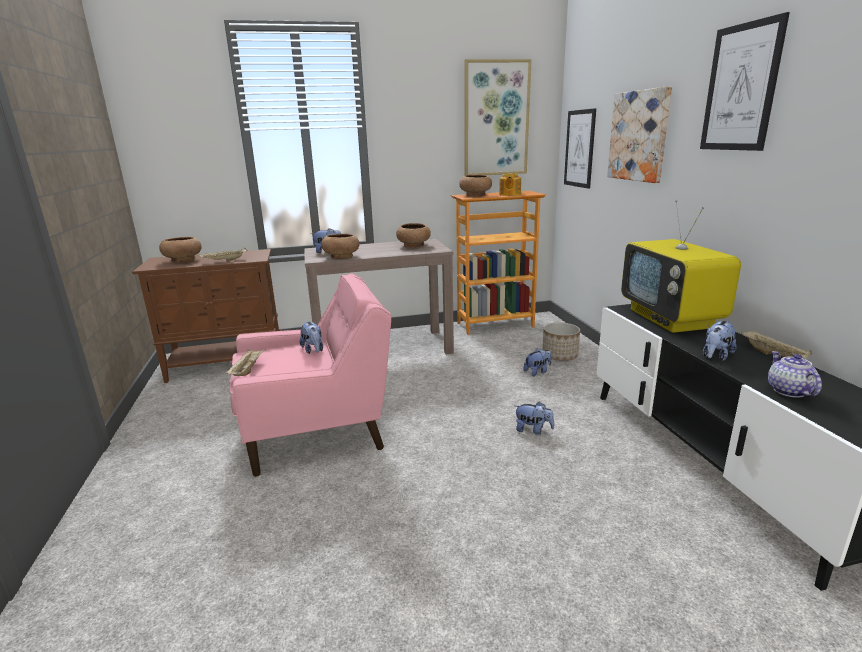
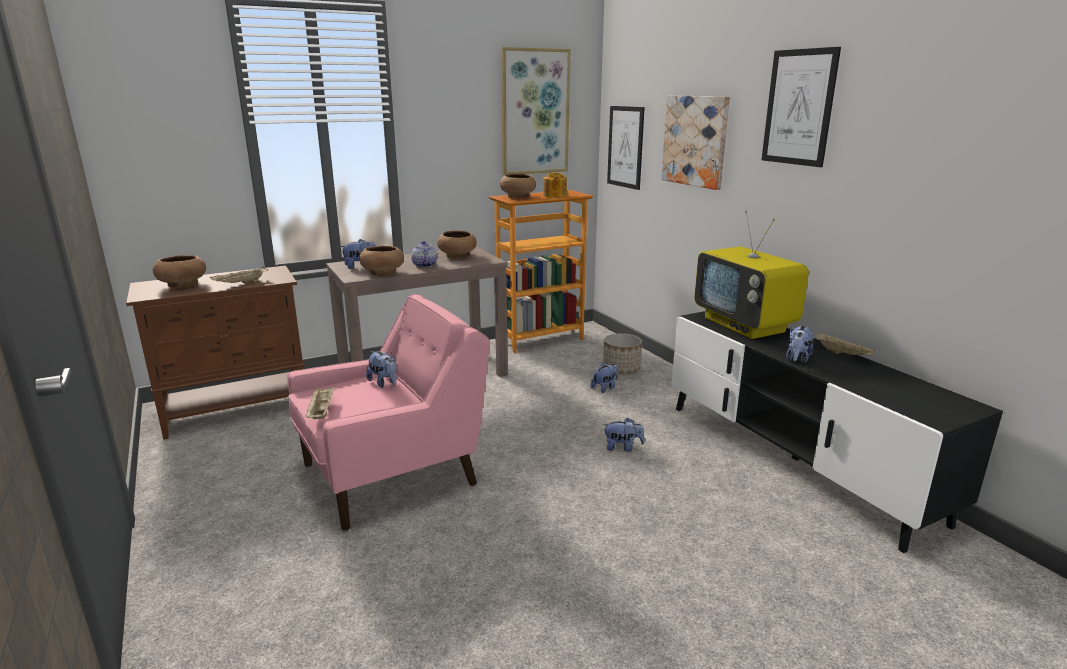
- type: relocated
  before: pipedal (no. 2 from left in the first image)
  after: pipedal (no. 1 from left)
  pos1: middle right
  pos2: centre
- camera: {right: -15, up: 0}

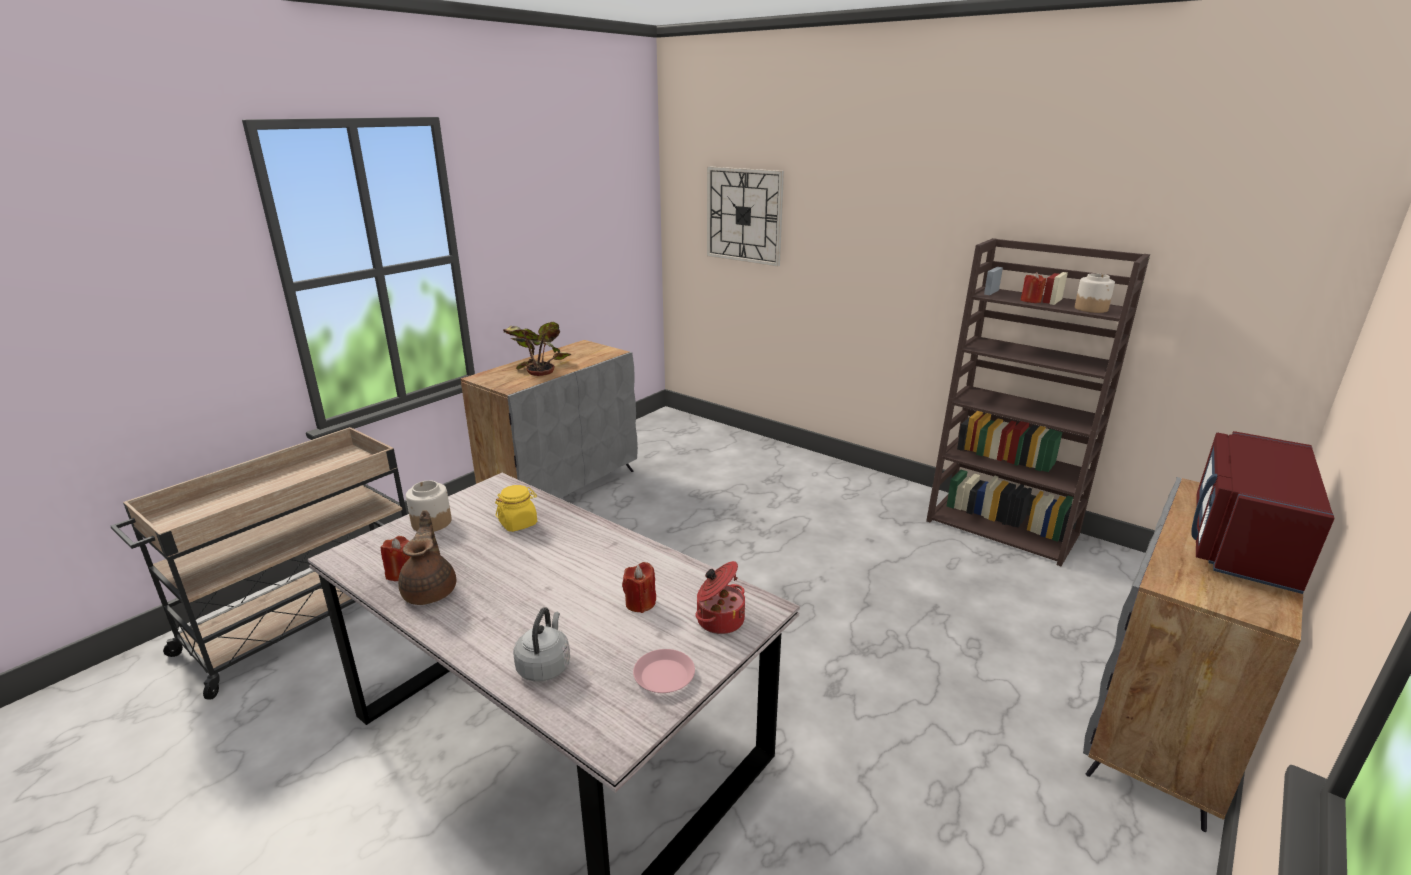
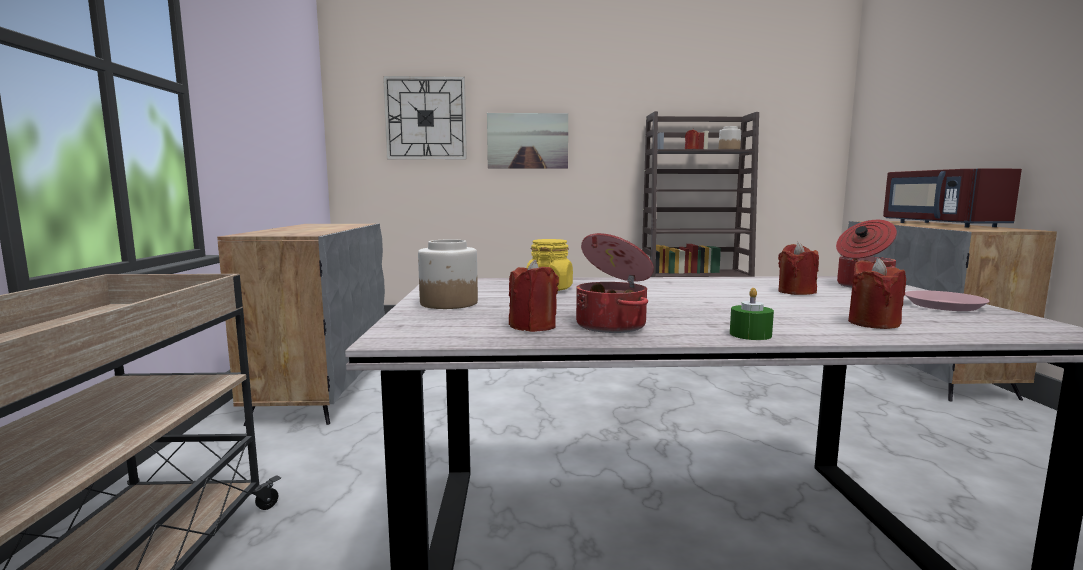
- type: exchanged
  before: brown pipedal
  after: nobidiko (no. 1 from left)
  pos1: middle left
  pos2: centre
- type: missing
  before: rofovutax
  pos1: centre
- type: exchanged
  before: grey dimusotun
  after: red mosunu (no. 4 from left)
  pos1: bottom centre
  pos2: middle right
- type: appeared
  after: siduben
  pos2: top centre
- type: appeared
  after: green mosunu
  pos2: middle right
- camera: {right: -40, up: -15}

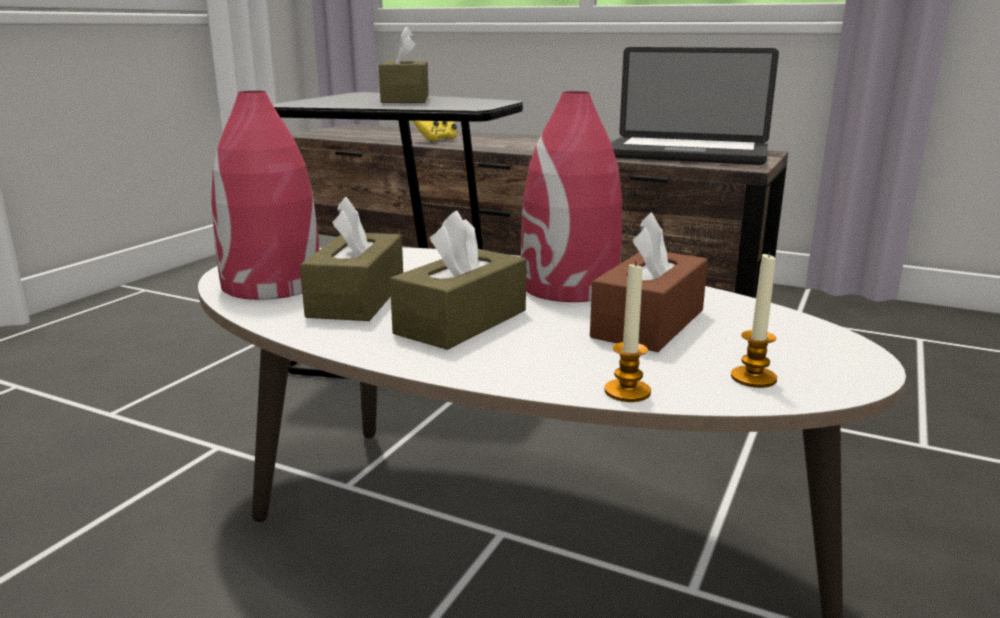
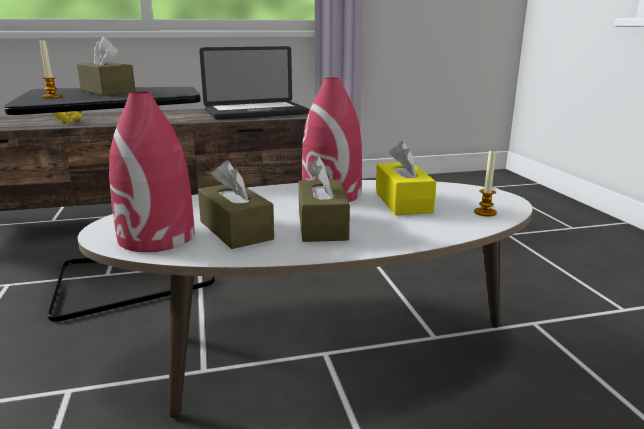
- type: colour
  before: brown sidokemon (no. 4 from left)
  after: yellow sidokemon
  pos1: centre
  pos2: centre
- type: relocated
  before: mosunu (no. 1 from left)
  pos1: centre
  pos2: top left
- camera: {right: -40, up: 0}

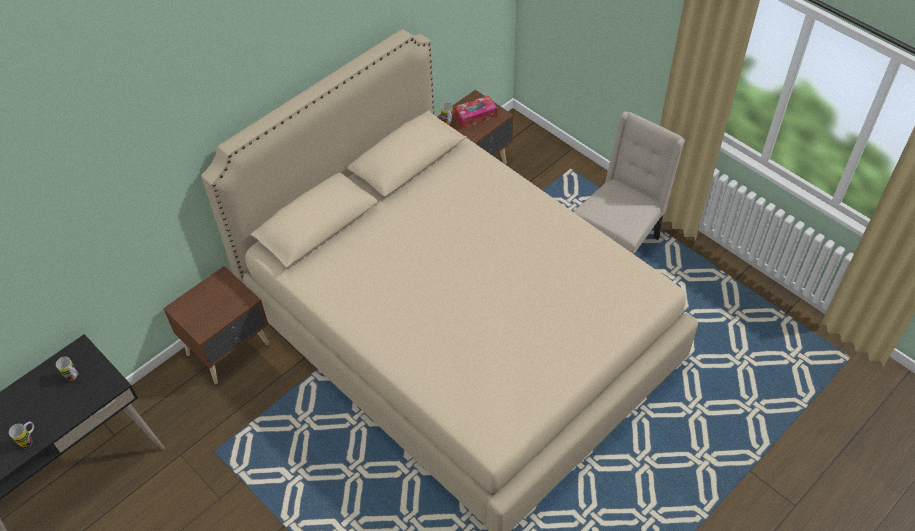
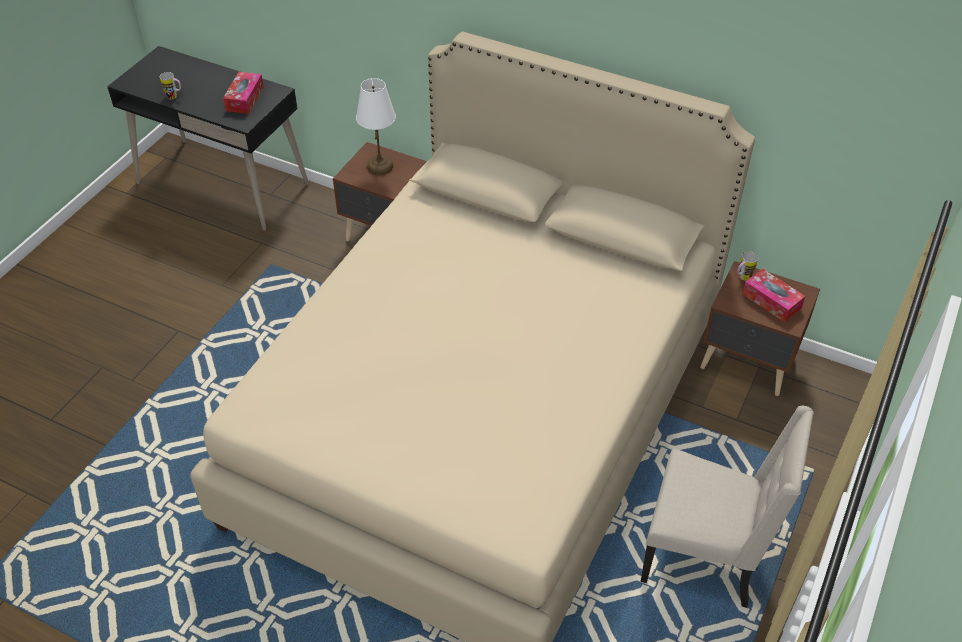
- type: exchanged
  before: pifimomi (no. 2 from left)
  after: sidokemon (no. 1 from left)
  pos1: bottom left
  pos2: top left
- type: appeared
  after: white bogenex
  pos2: top centre
- camera: {right: 70, up: -5}

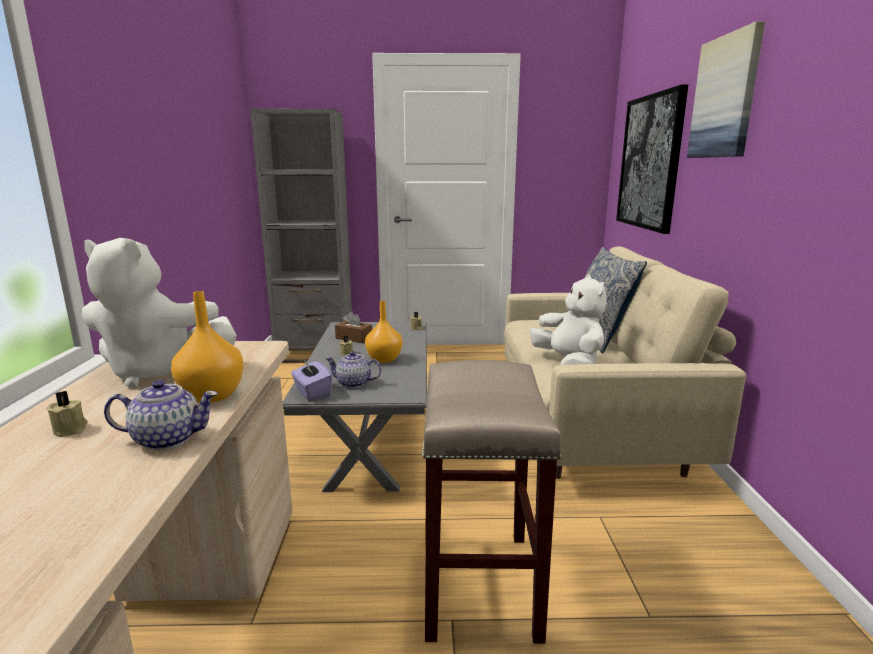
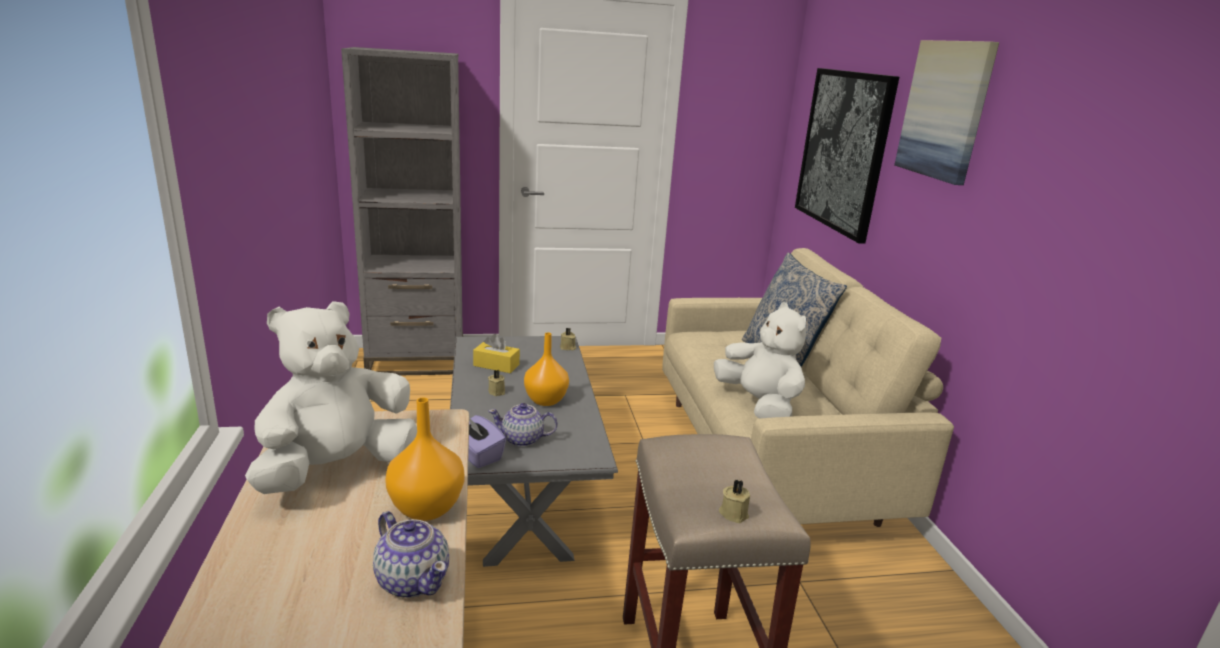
- type: relocated
  before: beige mosunu (no. 1 from left in the first image)
  after: beige mosunu (no. 3 from left)
  pos1: middle left
  pos2: bottom centre
- type: spun
  before: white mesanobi (no. 1 from left)
  pos1: middle left
  pos2: middle left
  turn: 135
- type: spun
  before: pipedal (no. 1 from left)
  pos1: middle left
  pos2: bottom centre
  turn: 60
- type: colour
  before: brown sidokemon
  after: yellow sidokemon
  pos1: centre
  pos2: centre
- camera: {right: -10, up: 5}

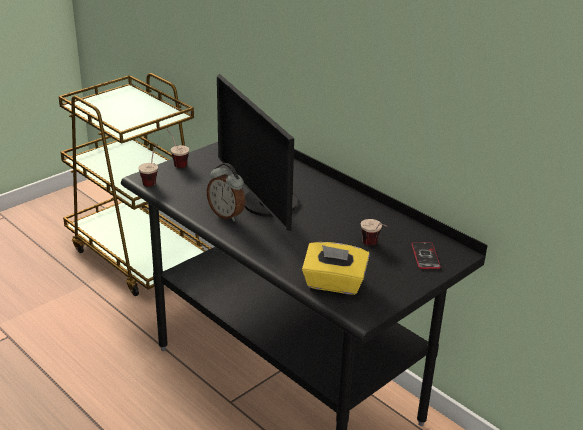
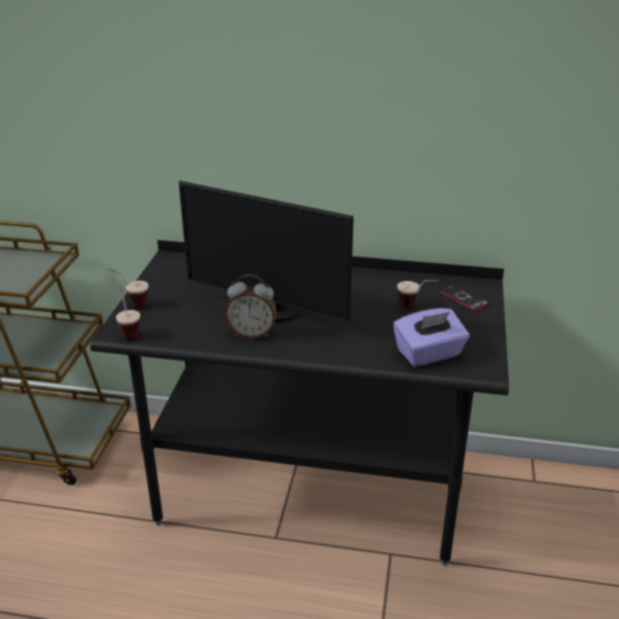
- type: colour
  before: yellow sidokemon
  after: purple sidokemon
  pos1: centre
  pos2: middle right
- camera: {right: -35, up: 0}

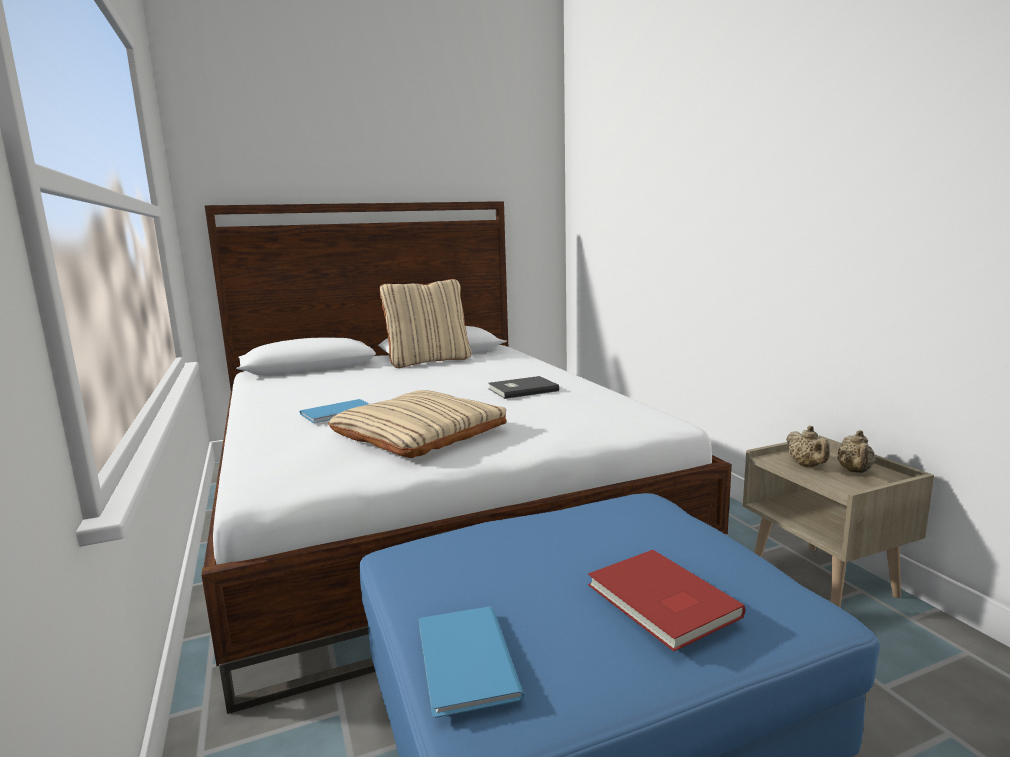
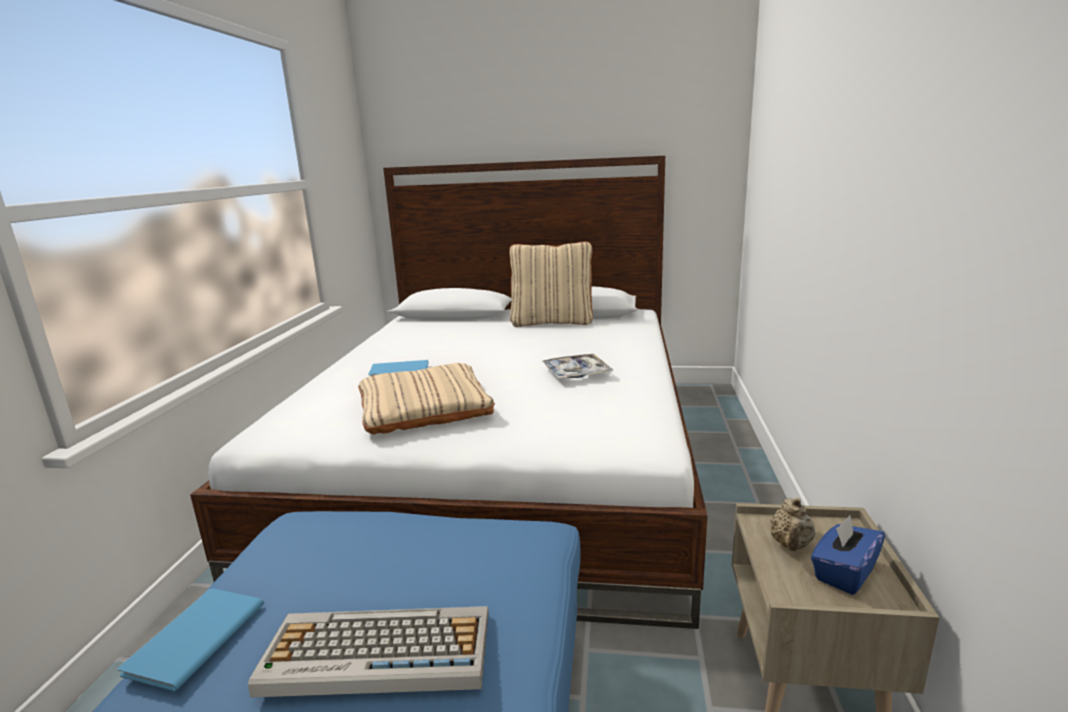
- type: exchanged
  before: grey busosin
  after: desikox
  pos1: centre
  pos2: centre
- type: exchanged
  before: red busosin
  after: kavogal
  pos1: bottom centre
  pos2: bottom centre
- type: exchanged
  before: beige pipedal (no. 2 from left)
  after: blue sidokemon
  pos1: middle right
  pos2: bottom right
- camera: {right: 30, up: 5}

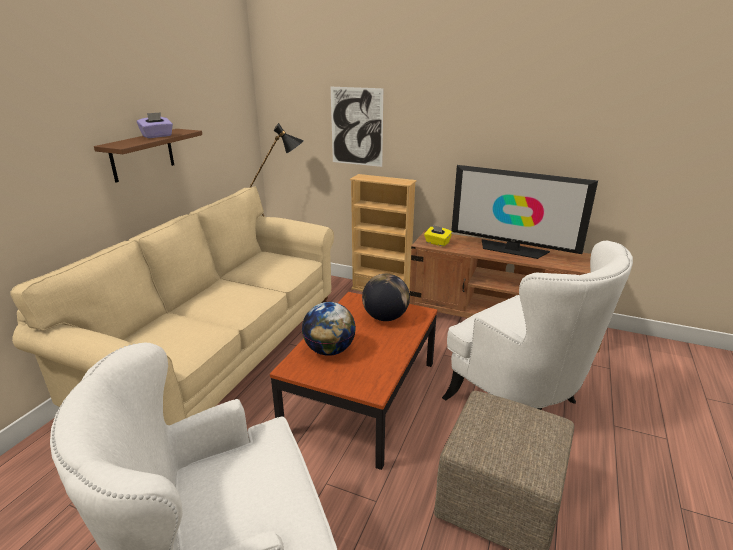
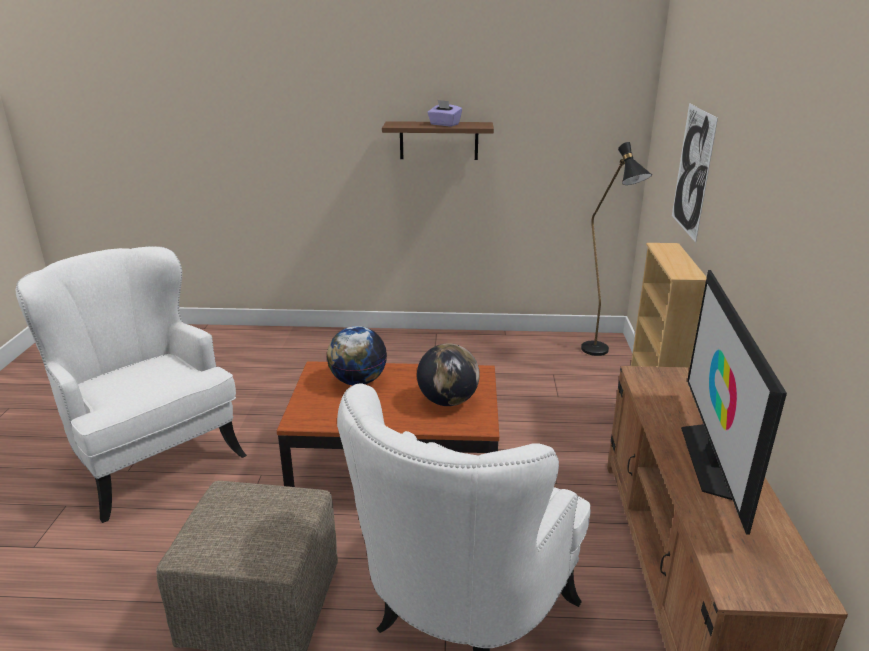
- type: missing
  before: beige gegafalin
  pos1: middle left
- type: missing
  before: yellow sidokemon
  pos1: centre
- camera: {right: 70, up: 0}

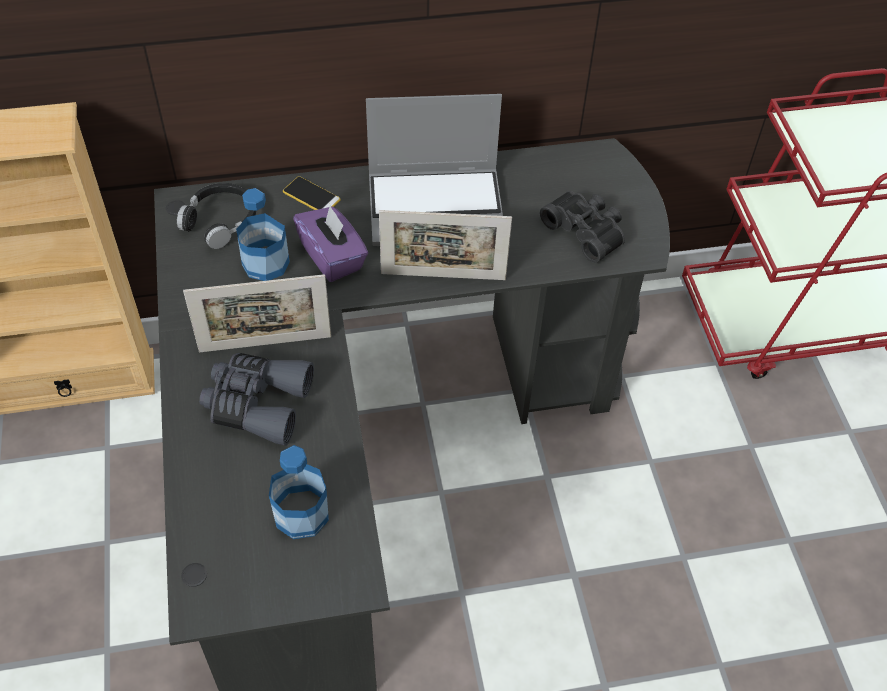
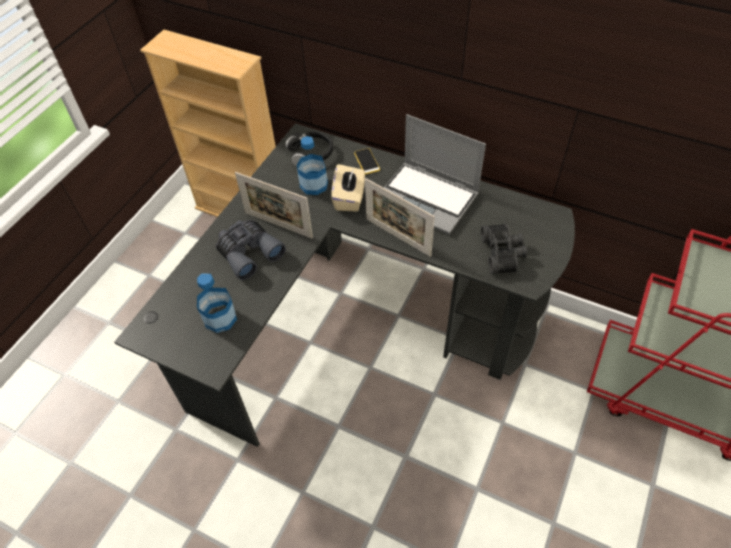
- type: colour
  before: purple sidokemon
  after: beige sidokemon
  pos1: centre
  pos2: centre
- camera: {right: 40, up: 0}

